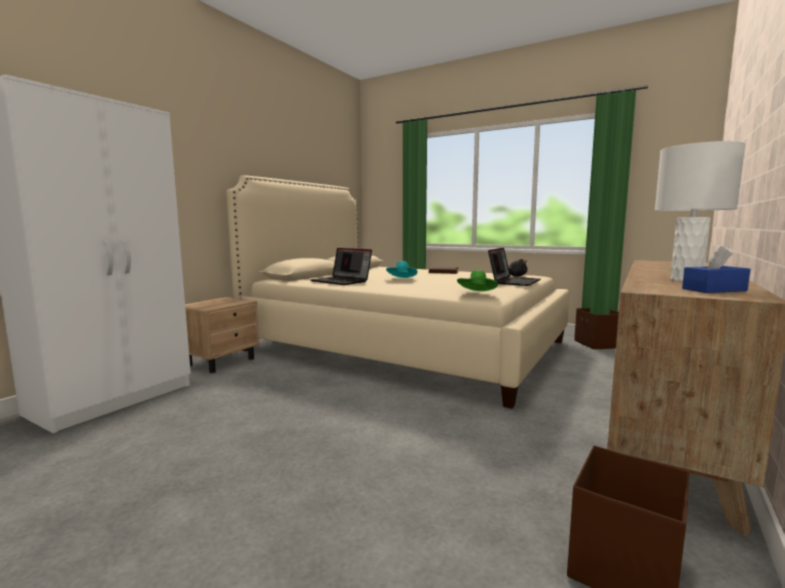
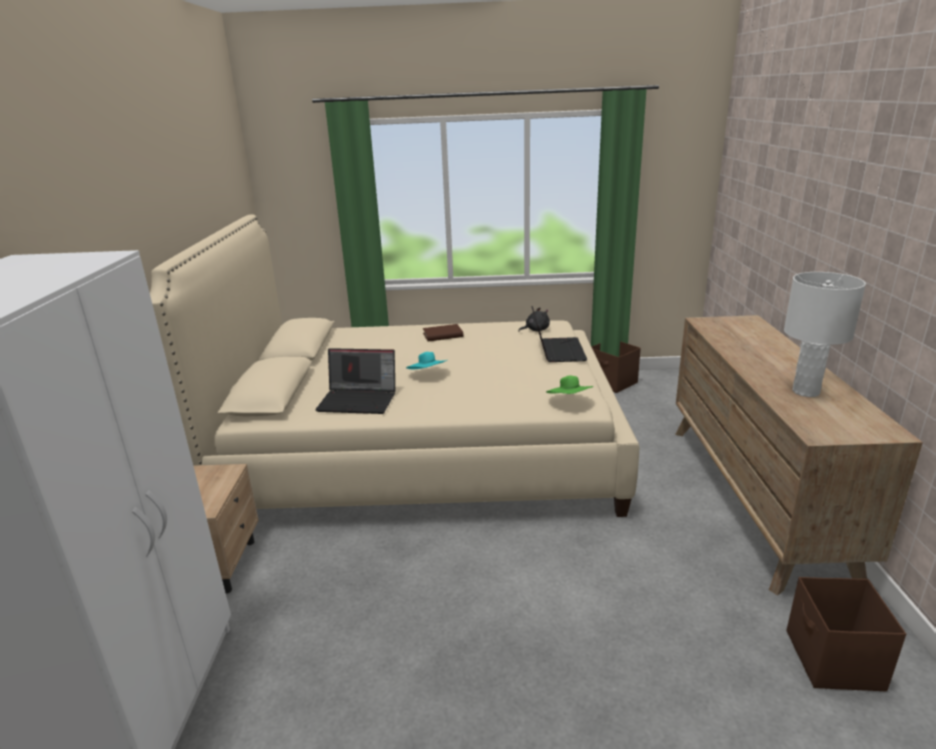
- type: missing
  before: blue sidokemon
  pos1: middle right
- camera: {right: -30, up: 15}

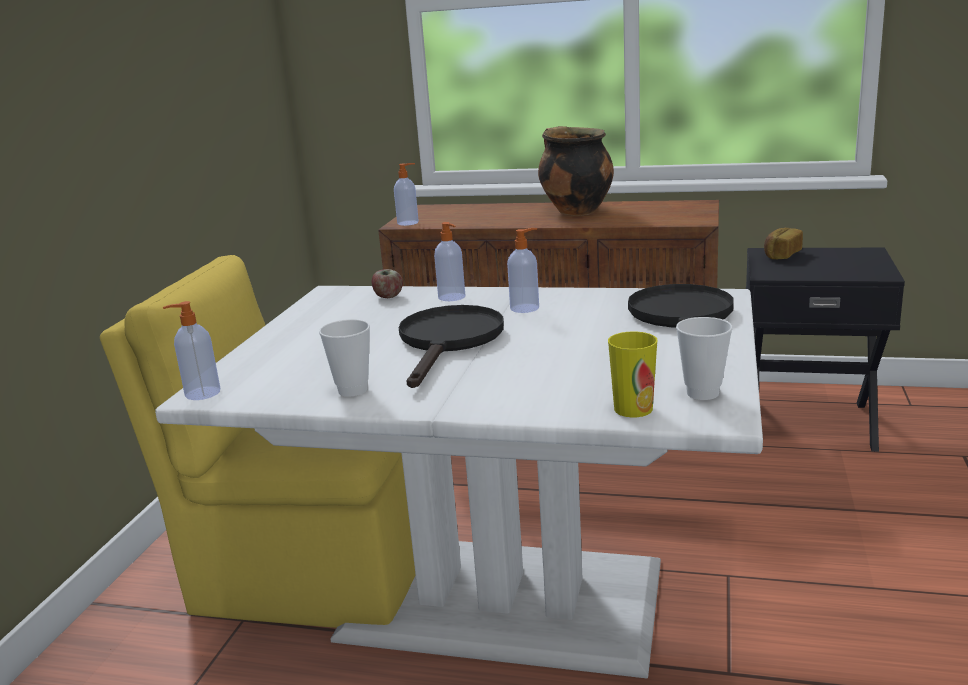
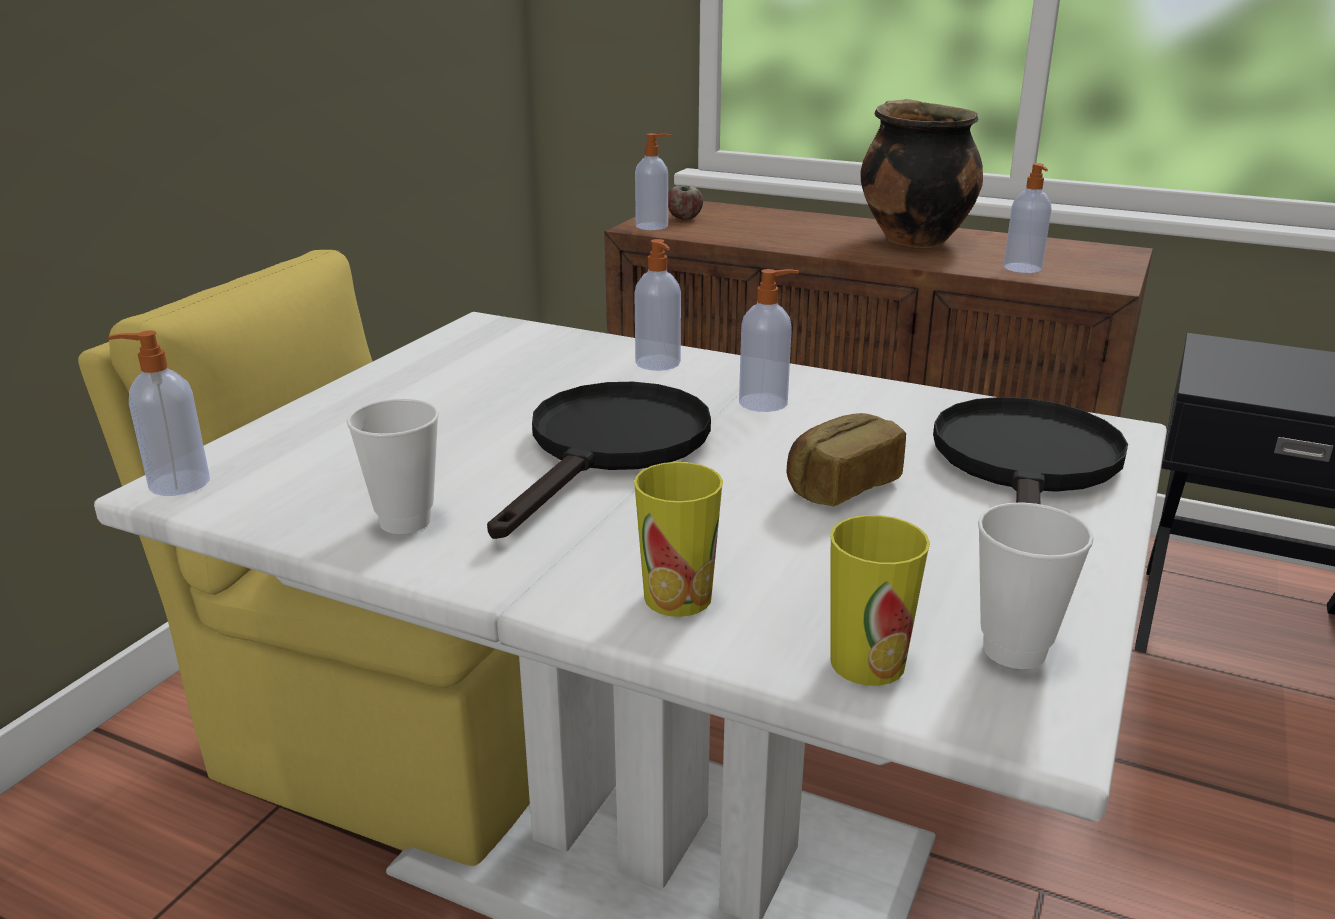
- type: relocated
  before: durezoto
  pos1: centre
  pos2: top centre
- type: relocated
  before: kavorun
  pos1: middle right
  pos2: centre
- type: appeared
  after: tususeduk (no. 2 from left)
  pos2: centre
- type: appeared
  after: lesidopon (no. 5 from left)
  pos2: top right
- camera: {right: 10, up: 5}

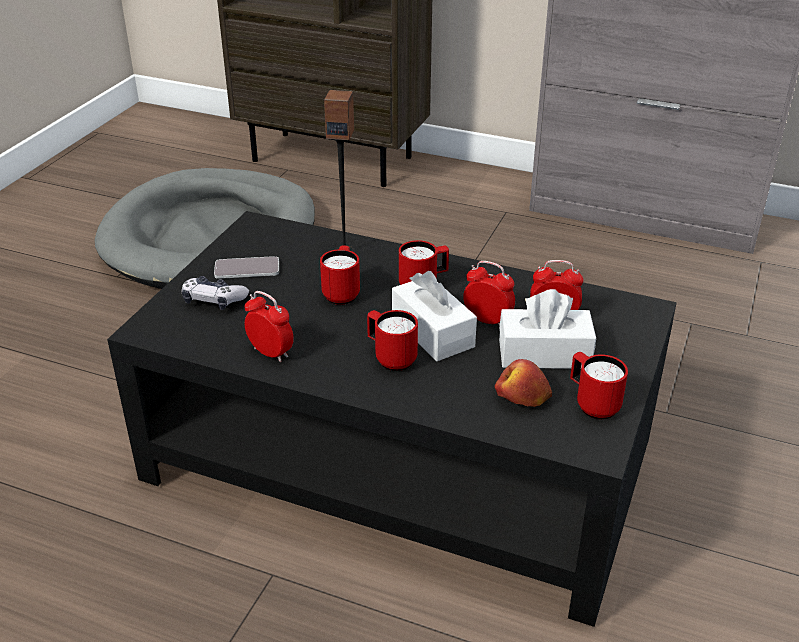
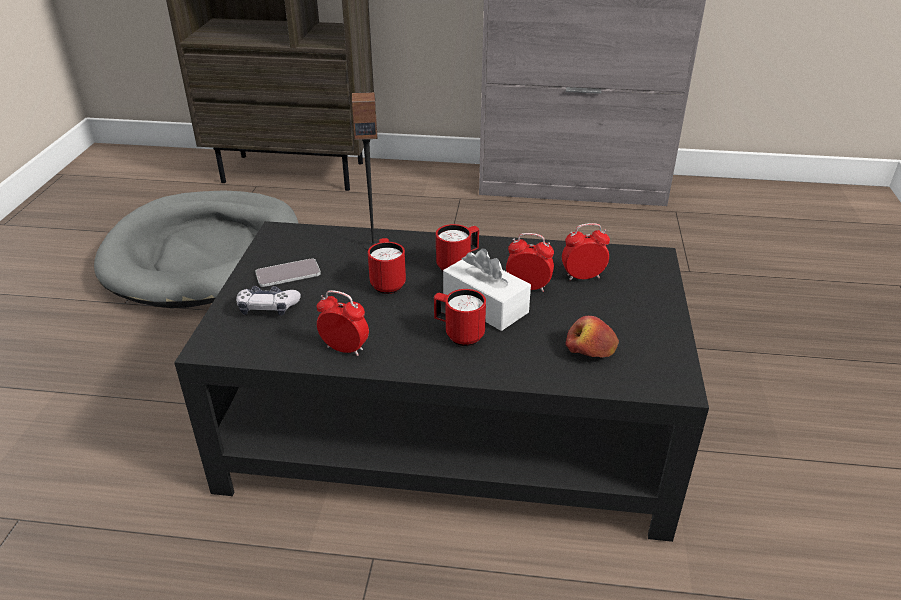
- type: missing
  before: white sidokemon (no. 2 from left)
  pos1: middle right
- type: missing
  before: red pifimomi (no. 4 from left)
  pos1: middle right
- camera: {right: -15, up: 0}

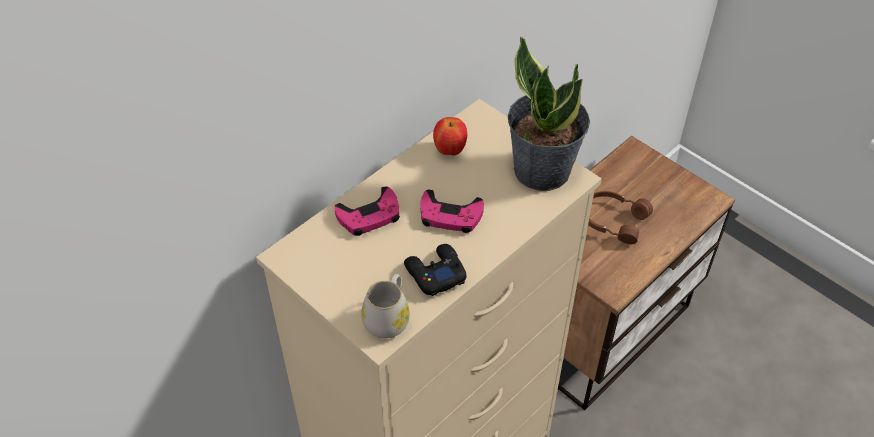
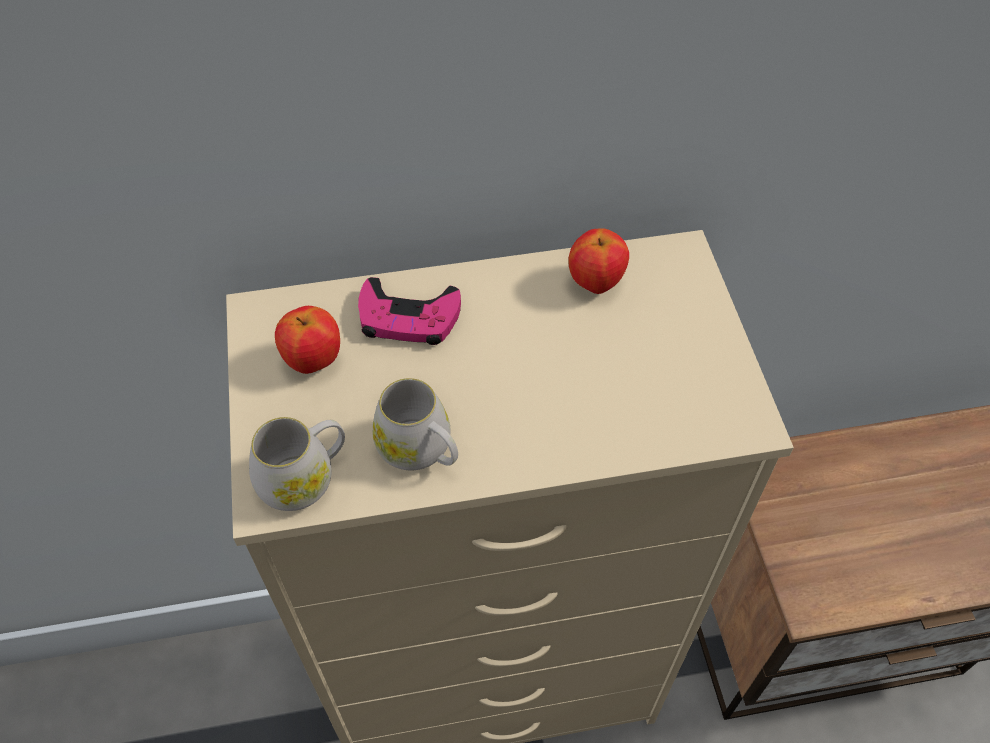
- type: exchanged
  before: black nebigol
  after: white pifimomi (no. 2 from left)
  pos1: centre
  pos2: centre
- type: missing
  before: pink nebigol (no. 2 from left)
  pos1: centre
- type: missing
  before: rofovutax
  pos1: top centre
- type: missing
  before: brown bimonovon
  pos1: middle right
- type: appeared
  after: durezoto (no. 1 from left)
  pos2: middle left
- camera: {right: 35, up: 5}

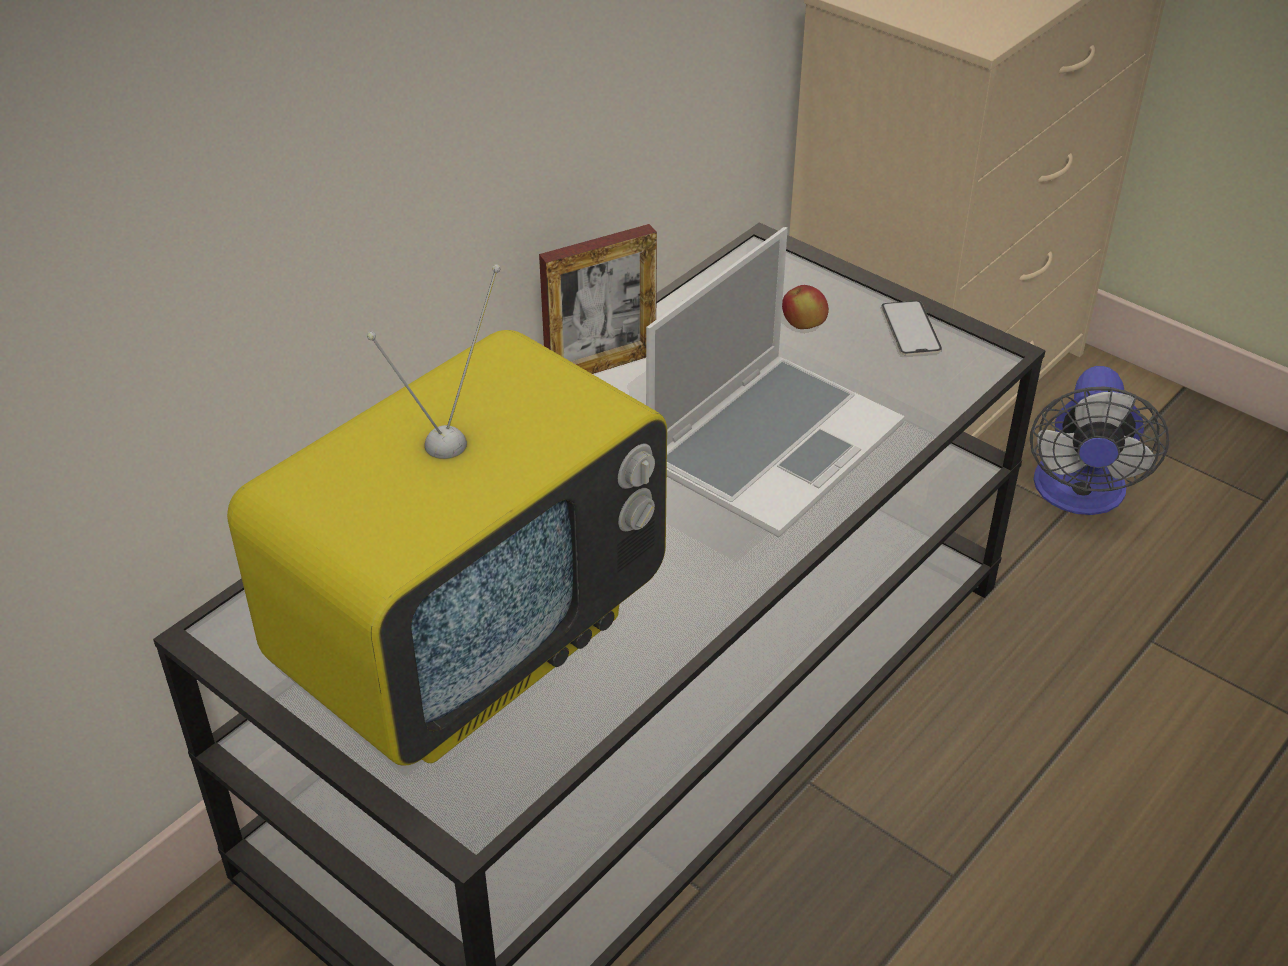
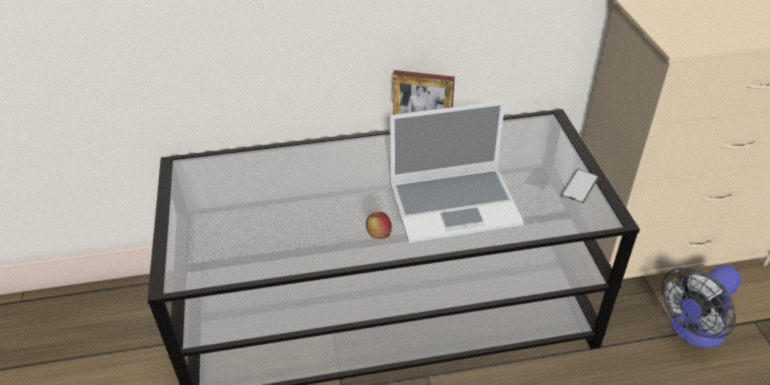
- type: missing
  before: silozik
  pos1: centre
- type: relocated
  before: durezoto
  pos1: top centre
  pos2: centre
- camera: {right: 40, up: 0}

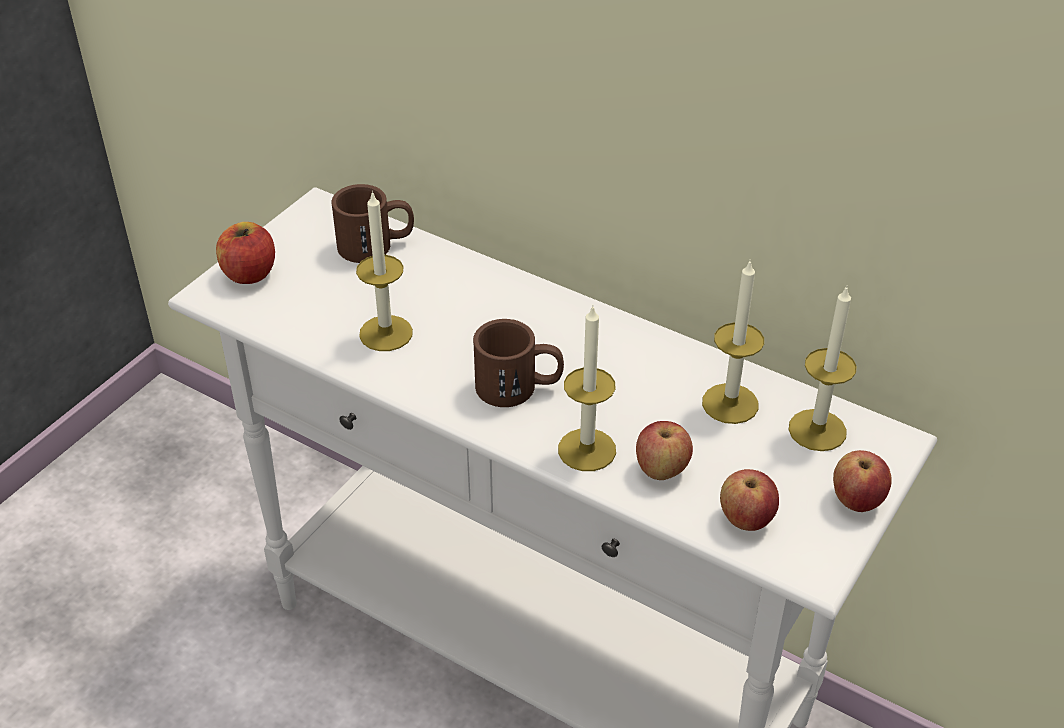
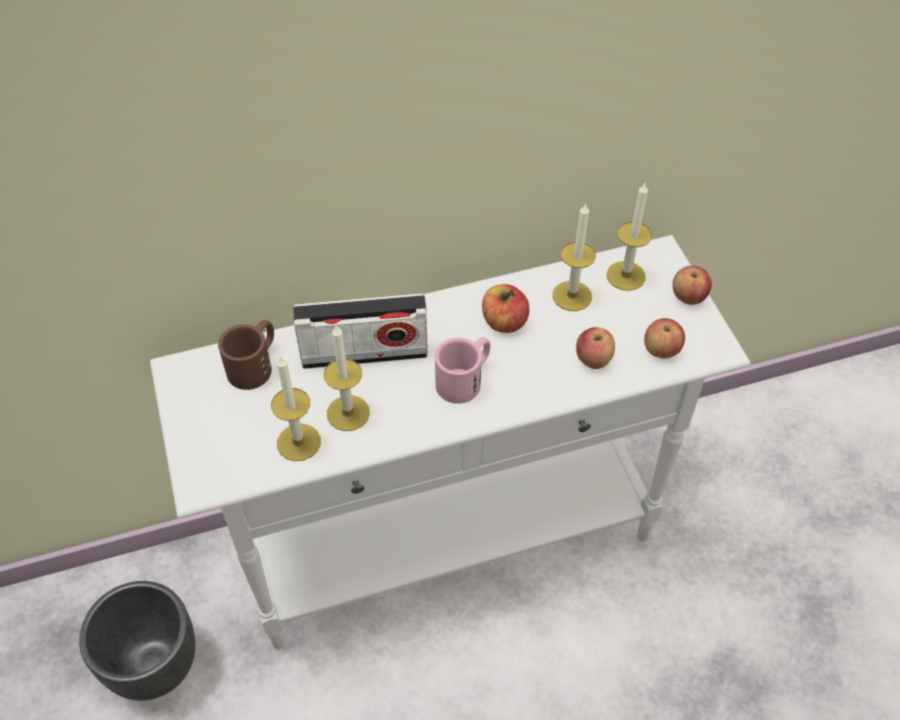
- type: relocated
  before: durezoto (no. 1 from left)
  pos1: middle left
  pos2: centre
- type: colour
  before: brown pifimomi (no. 2 from left)
  after: pink pifimomi
  pos1: centre
  pos2: centre
- type: relocated
  before: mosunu (no. 2 from left in the first image)
  after: mosunu (no. 1 from left)
  pos1: centre
  pos2: middle left
- type: appeared
  after: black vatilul
  pos2: bottom left
- type: appeared
  after: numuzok
  pos2: centre
- camera: {right: -50, up: 10}

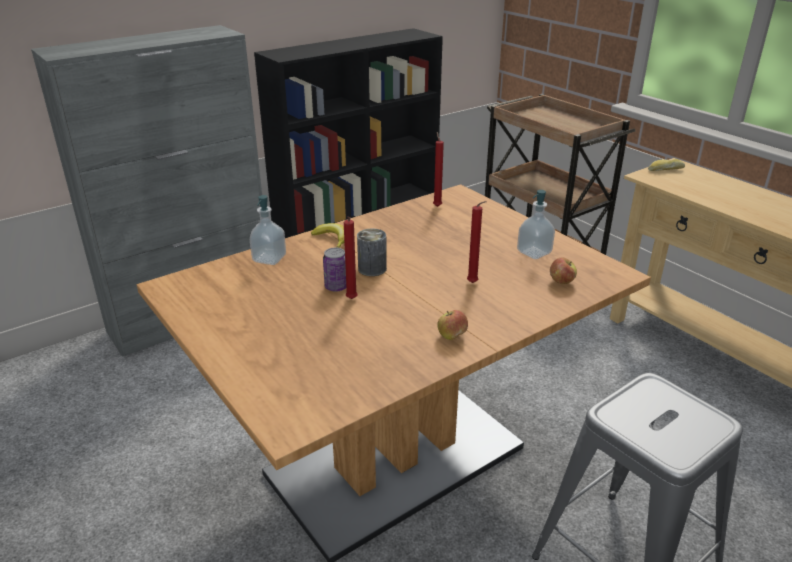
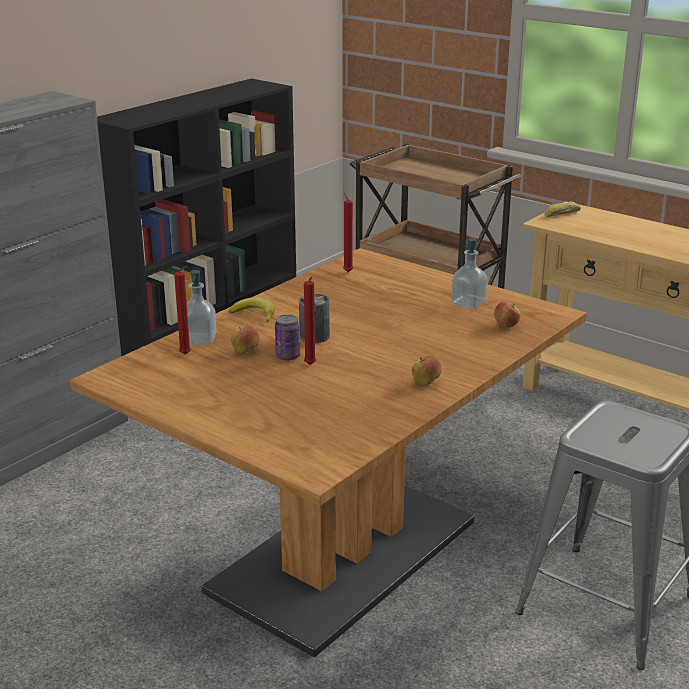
- type: relocated
  before: red mosunu (no. 3 from left in the first image)
  after: red mosunu (no. 1 from left)
  pos1: centre
  pos2: middle left
- type: appeared
  after: durezoto (no. 1 from left)
  pos2: centre
- camera: {right: -15, up: -5}

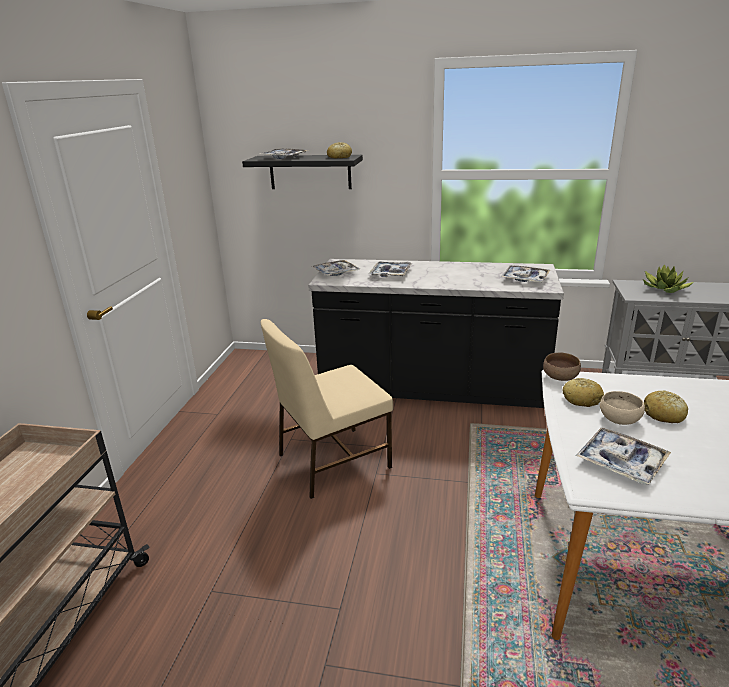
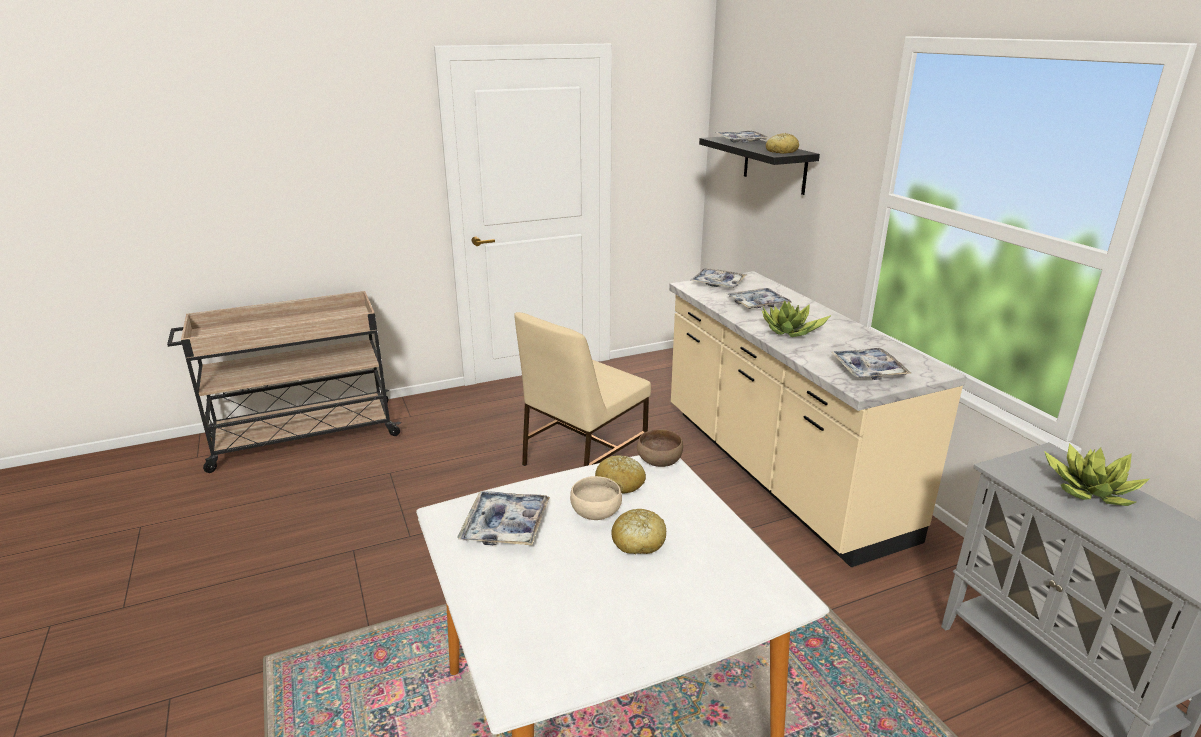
- type: spun
  before: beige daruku
  pos1: centre
  pos2: centre
  turn: -75
- type: colour
  before: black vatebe
  after: beige vatebe
  pos1: centre
  pos2: middle right
- type: appeared
  after: rofovutax (no. 1 from left)
  pos2: centre
- camera: {right: 55, up: 0}

